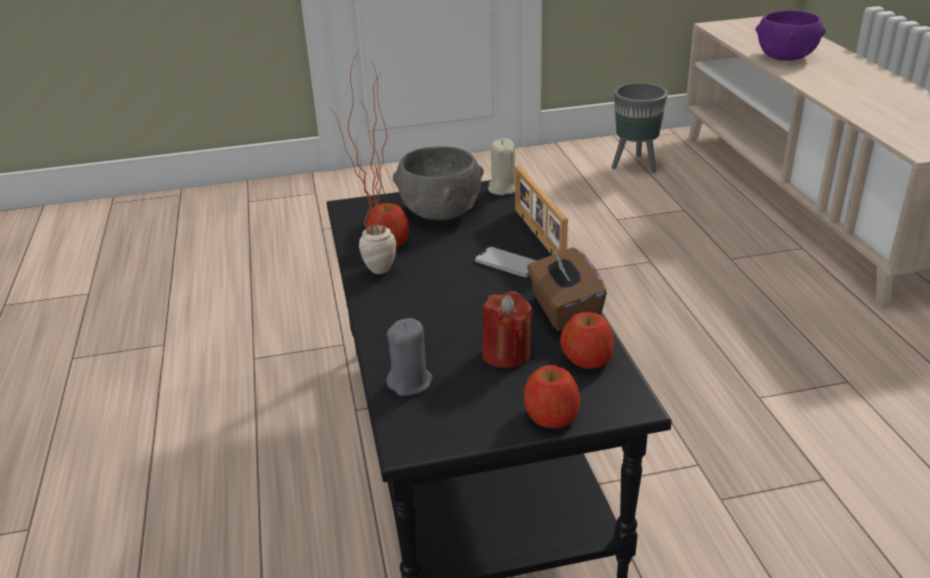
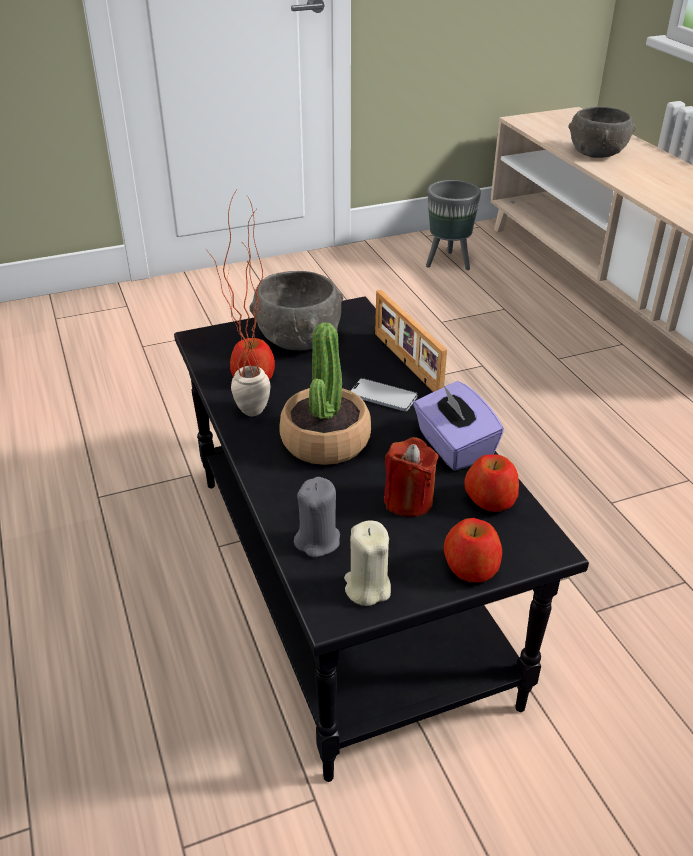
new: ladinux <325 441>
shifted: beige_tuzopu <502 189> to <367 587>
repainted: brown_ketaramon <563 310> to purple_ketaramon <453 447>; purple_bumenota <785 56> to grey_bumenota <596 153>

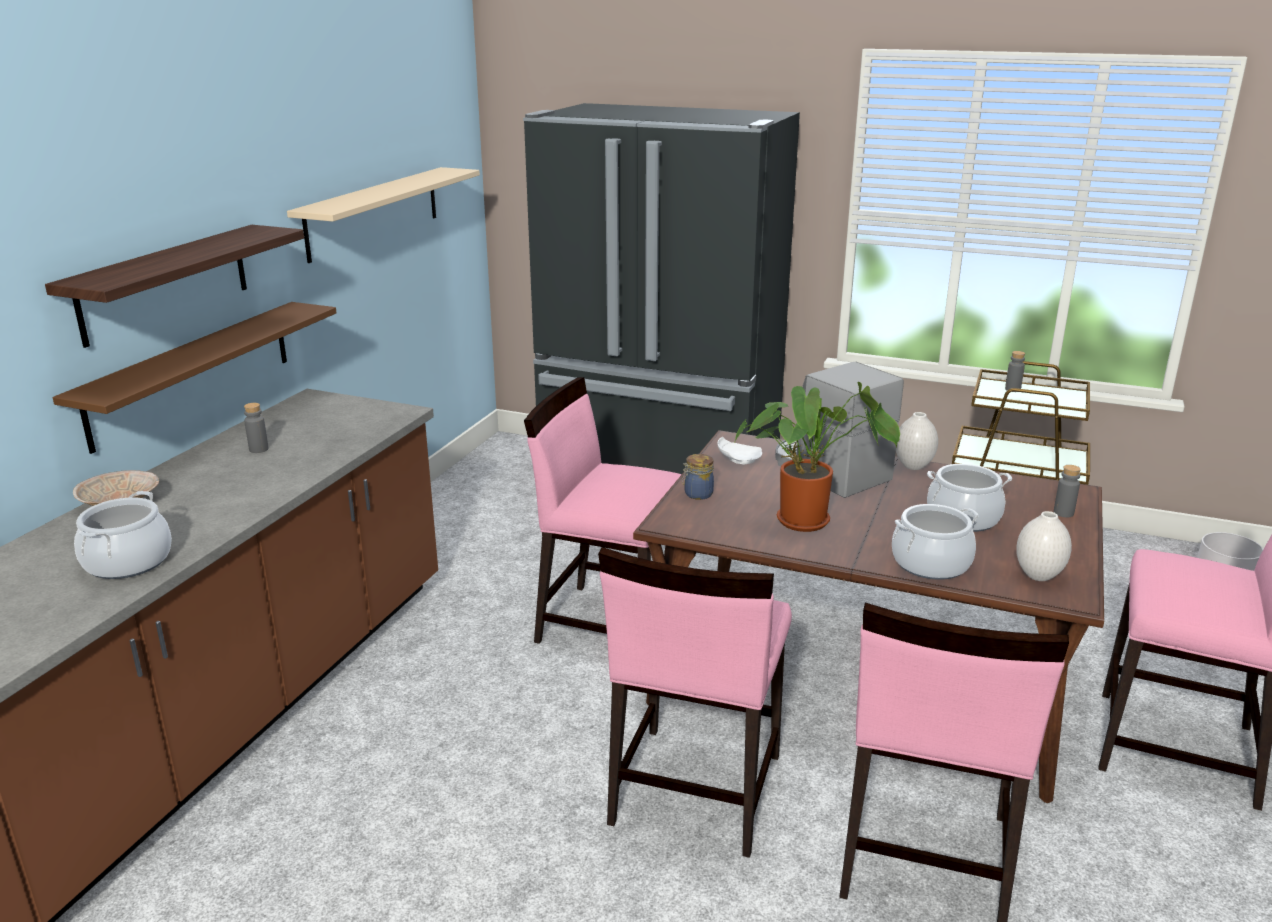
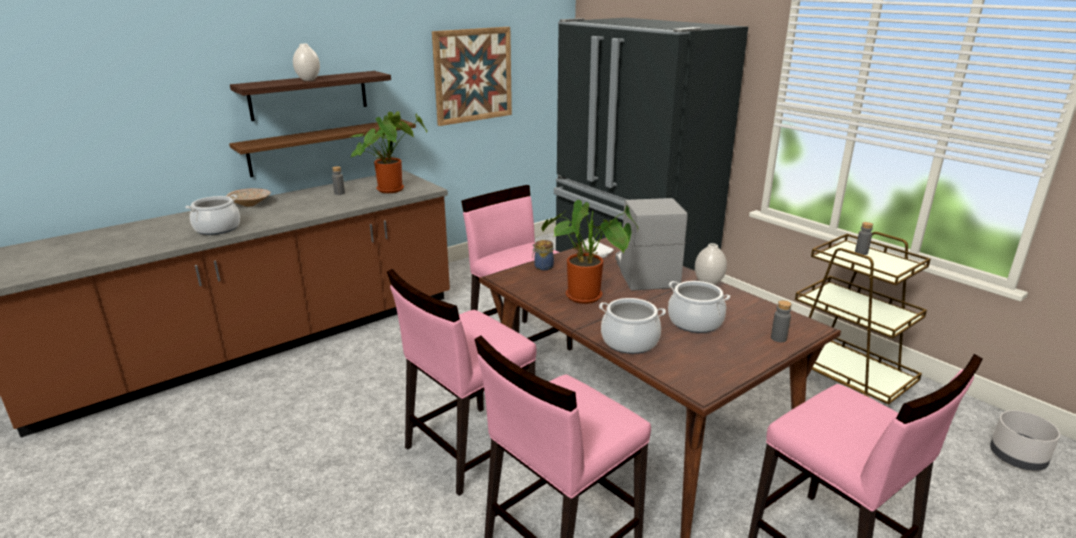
new: ladinux <391 188>
shifted: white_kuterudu <1037 575> to <308 80>
swapped: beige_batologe <374 212> to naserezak <473 75>

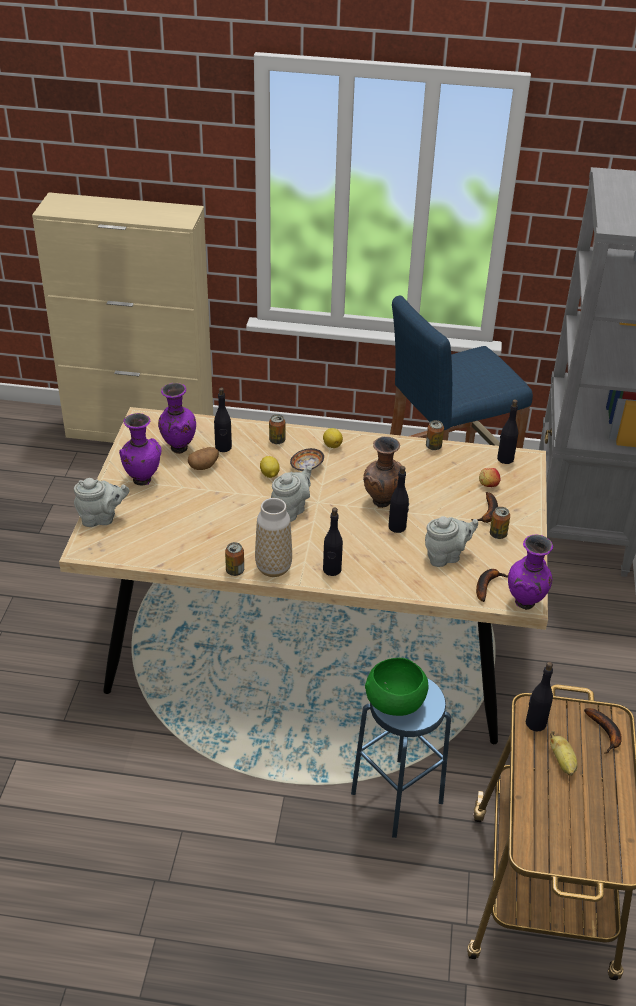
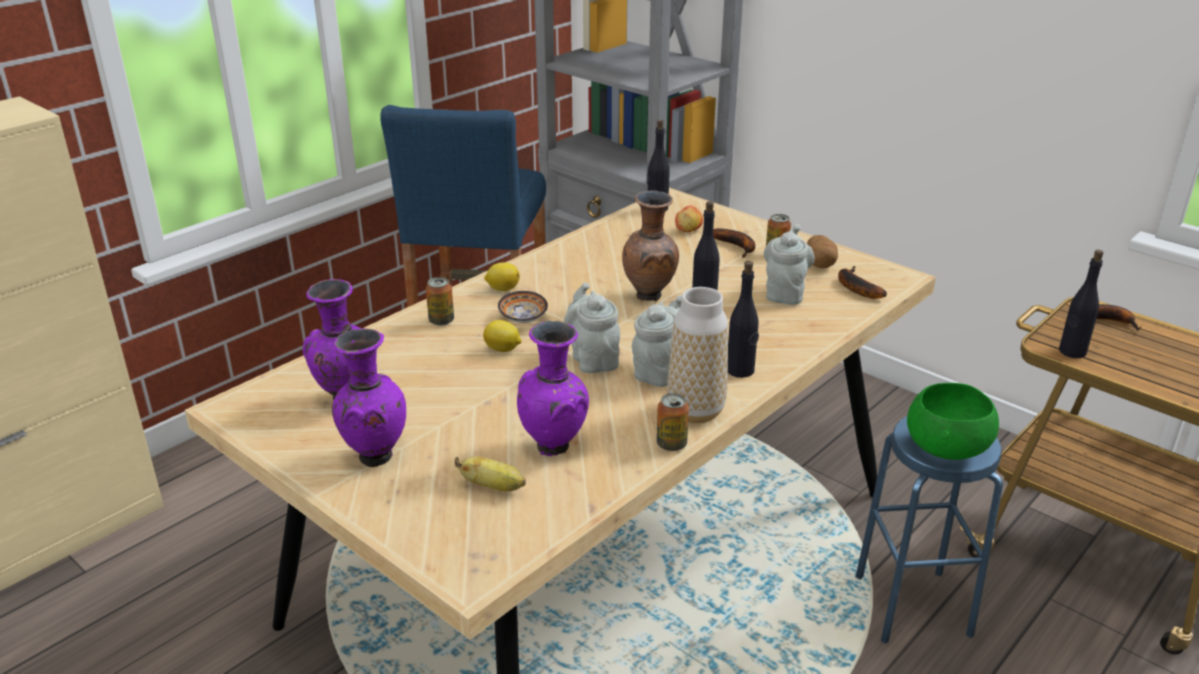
gone: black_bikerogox <223 447>; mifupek <433 446>
shifted: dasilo <562 762> to <494 487>; purple_kuterudu <525 604> to <555 448>; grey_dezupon <101 518> to <659 371>; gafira <204 466> to <819 264>

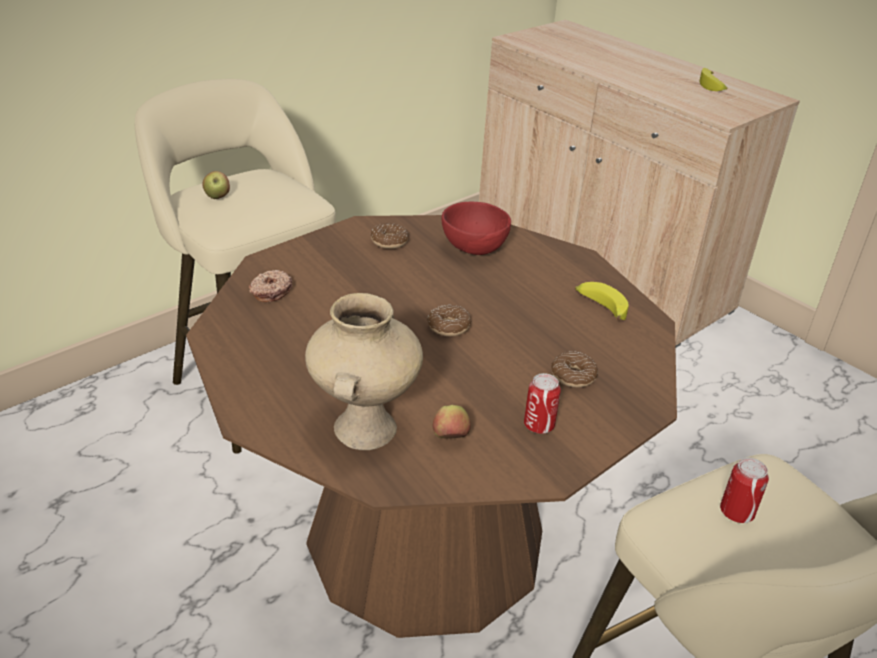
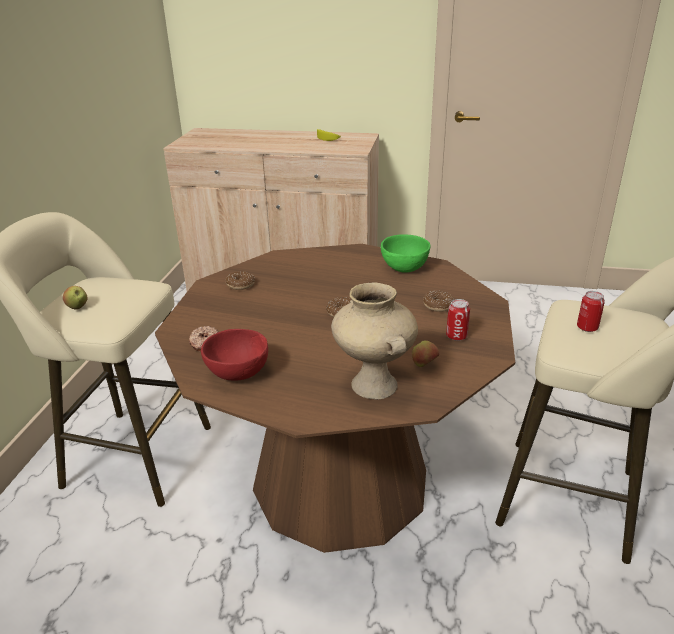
shifted: red_bumenota <474 249> to <238 374>
swapped: dasilo <600 307> to green_bumenota <403 268>

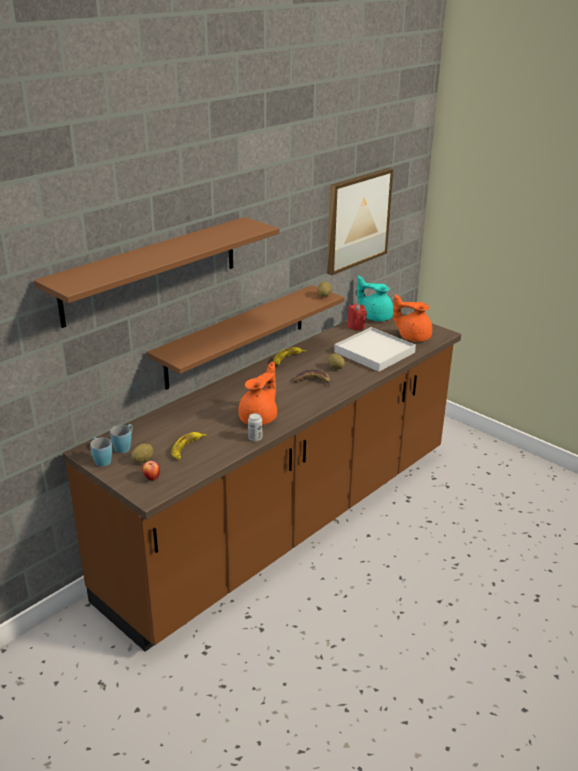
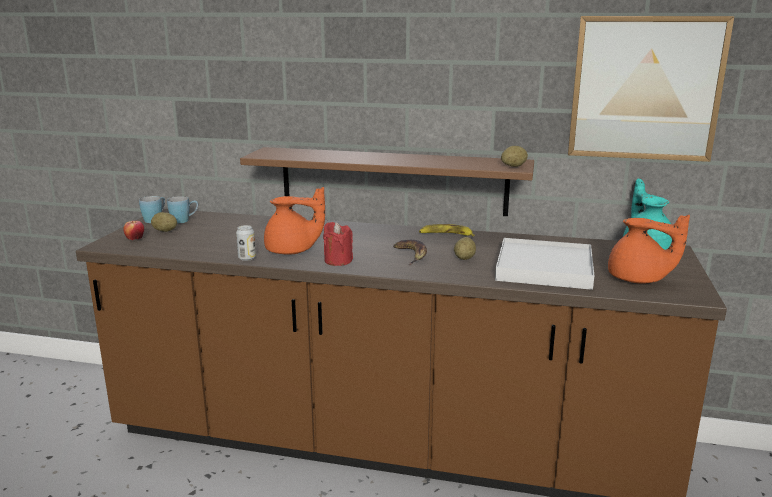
gone: brown_batologe <152 270>; dasilo <187 448>
shifted: red_tuzopu <356 326> to <338 261>
rotated: orange_dezupon <413 337> = <638 279> 135 degrees clockwise

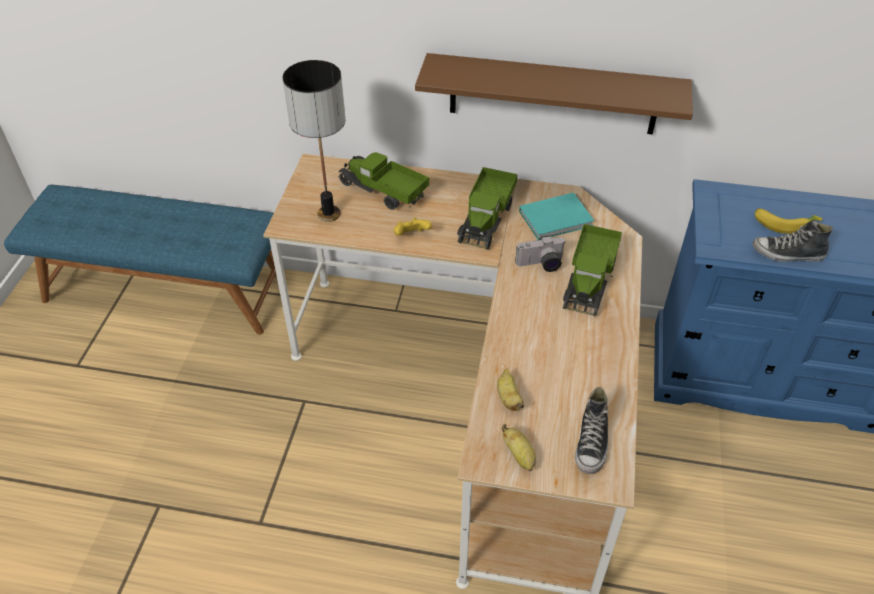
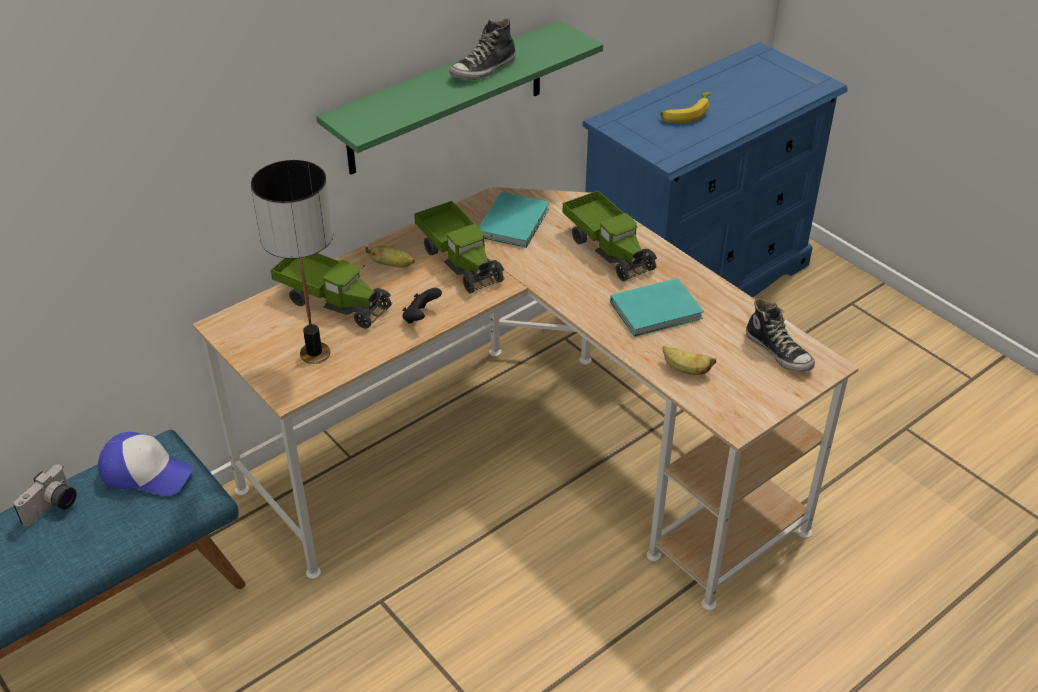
new: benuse <146 472>; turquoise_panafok <658 310>
shifted: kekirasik <541 265> to <53 508>; dasilo <519 455> to <392 265>; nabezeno <787 254> to <483 70>
repainted: brown_batologe <553 94> to green_batologe <446 98>; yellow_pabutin <411 236> to black_pabutin <421 317>
rotated: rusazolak <383 191> = <334 301> 135 degrees counterclockwise

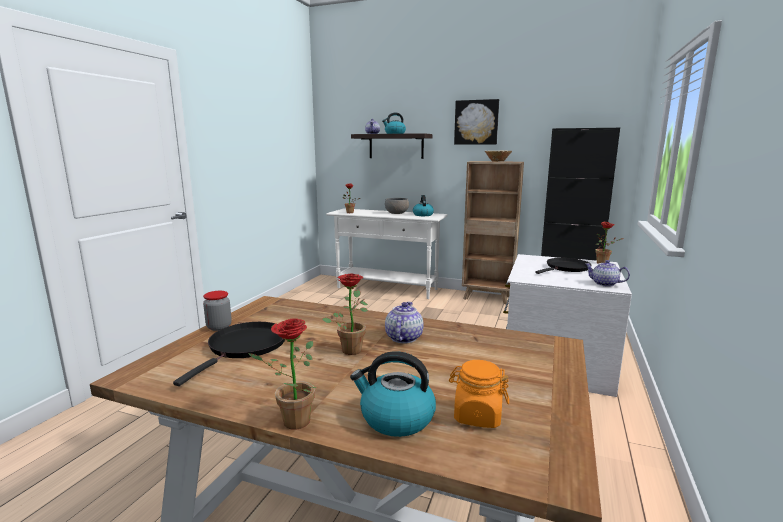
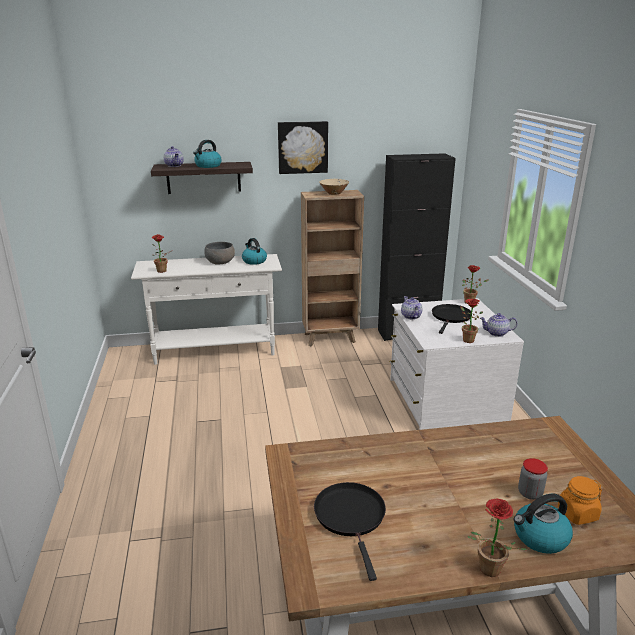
shifted: dezupon <403 338> to <410 316>; ladinux <351 348> to <466 339>; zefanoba <219 327> to <530 493>

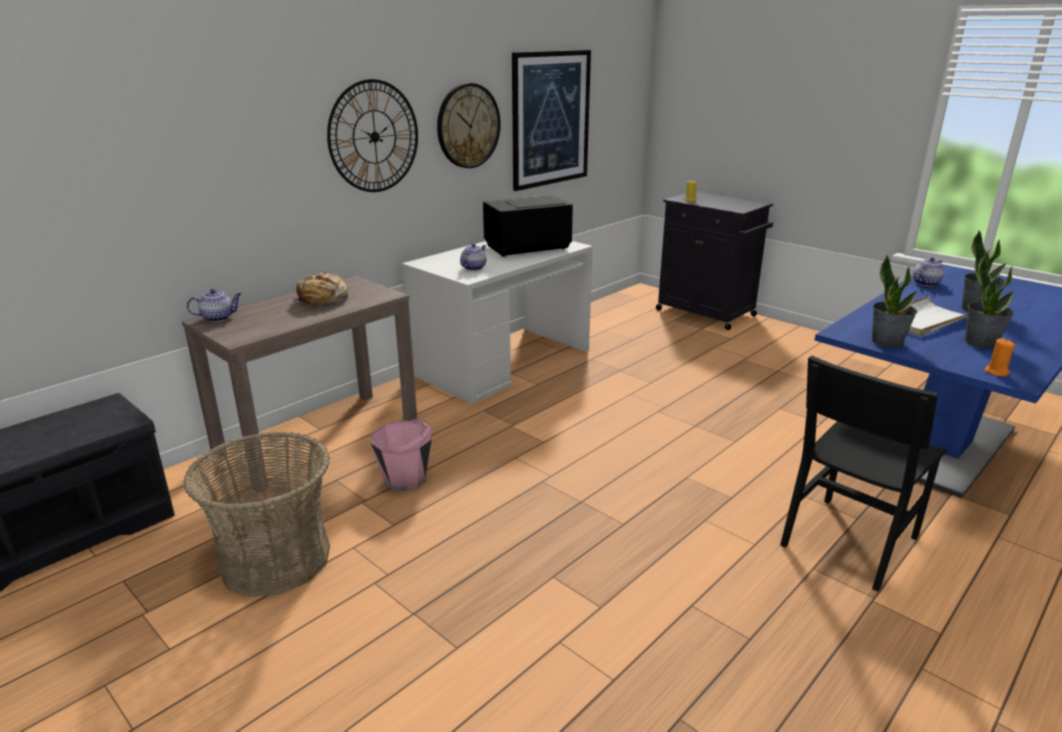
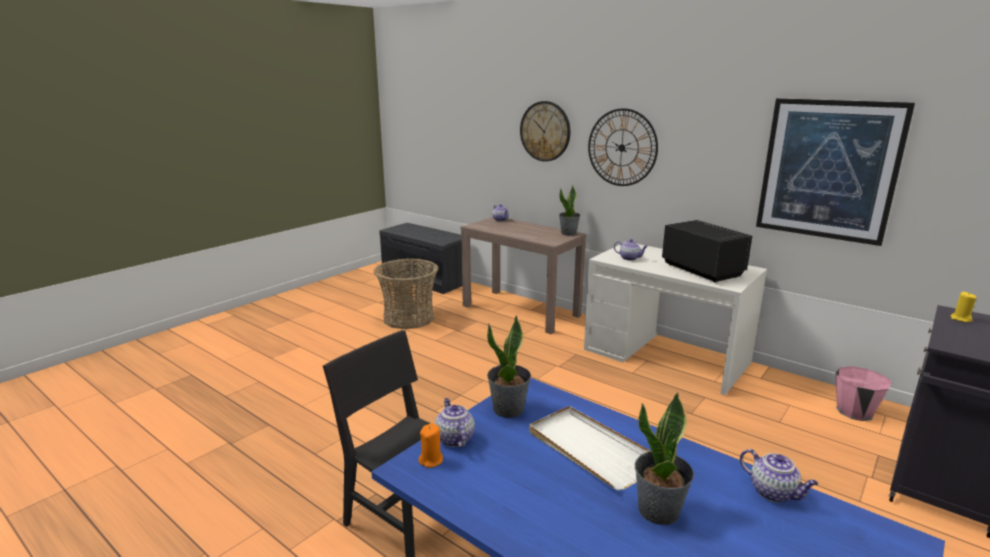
gone: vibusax <323 300>
new: dezupon <454 438>
shifted: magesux <468 126> to <545 131>; ladinux <981 342> to <569 233>; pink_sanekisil <405 479> to <854 412>

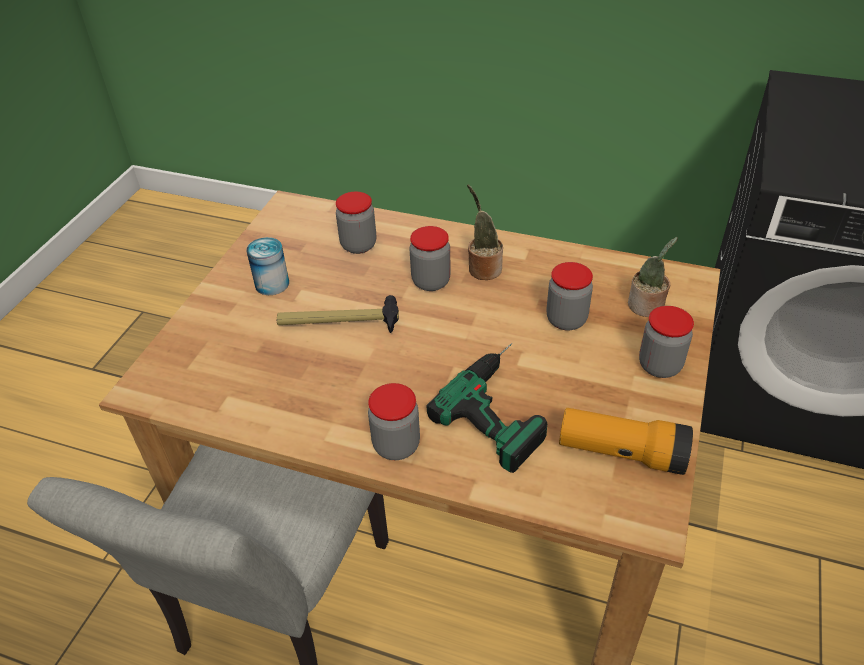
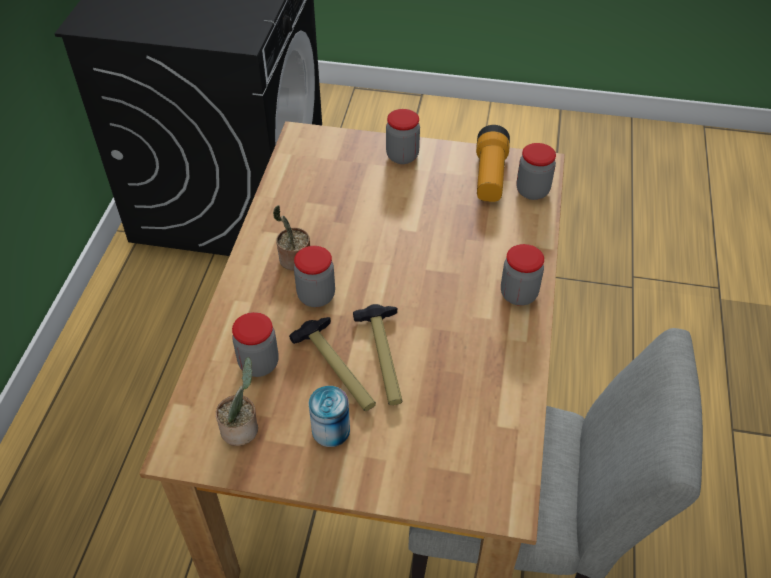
gone: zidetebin <505 406>
new: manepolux <338 369>
shifted: ladinux <647 307> to <242 428>; zefanoba <566 320> to <532 191>

